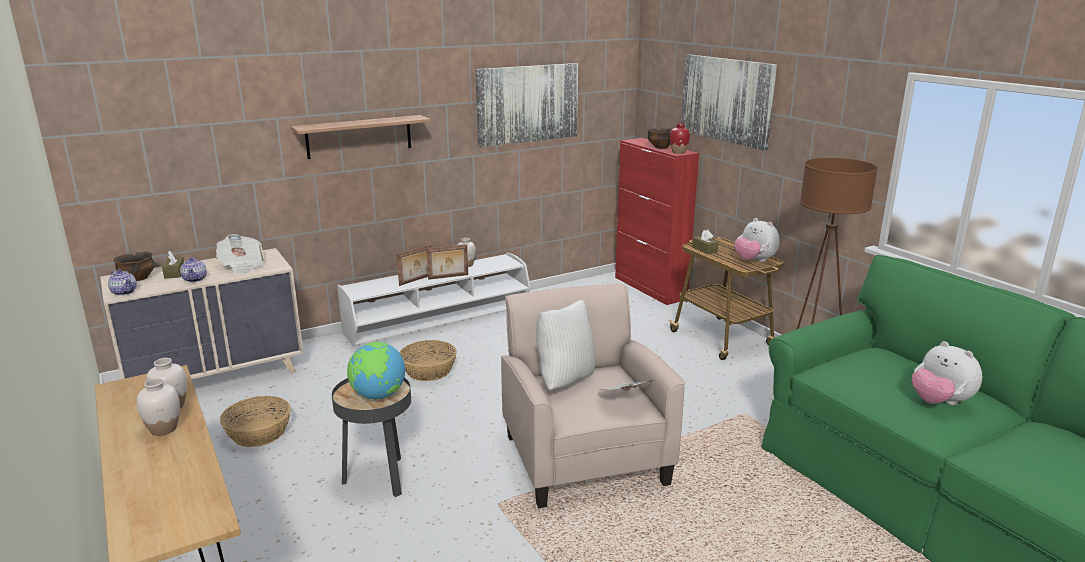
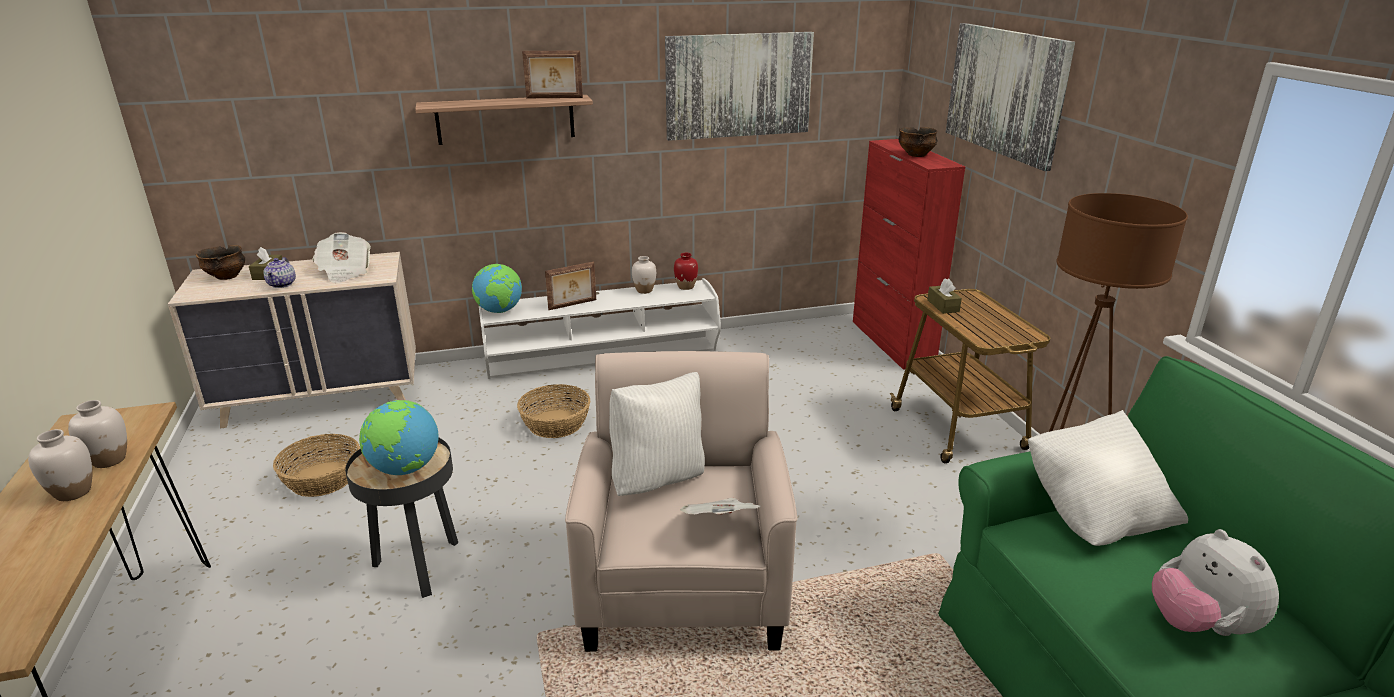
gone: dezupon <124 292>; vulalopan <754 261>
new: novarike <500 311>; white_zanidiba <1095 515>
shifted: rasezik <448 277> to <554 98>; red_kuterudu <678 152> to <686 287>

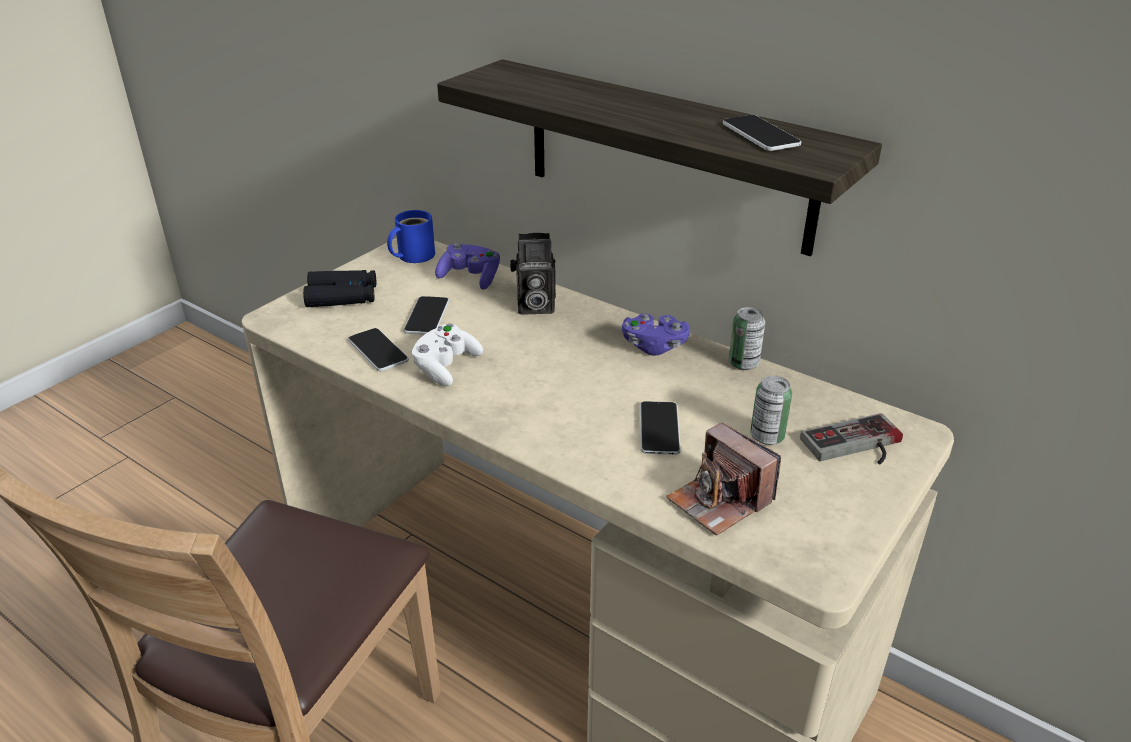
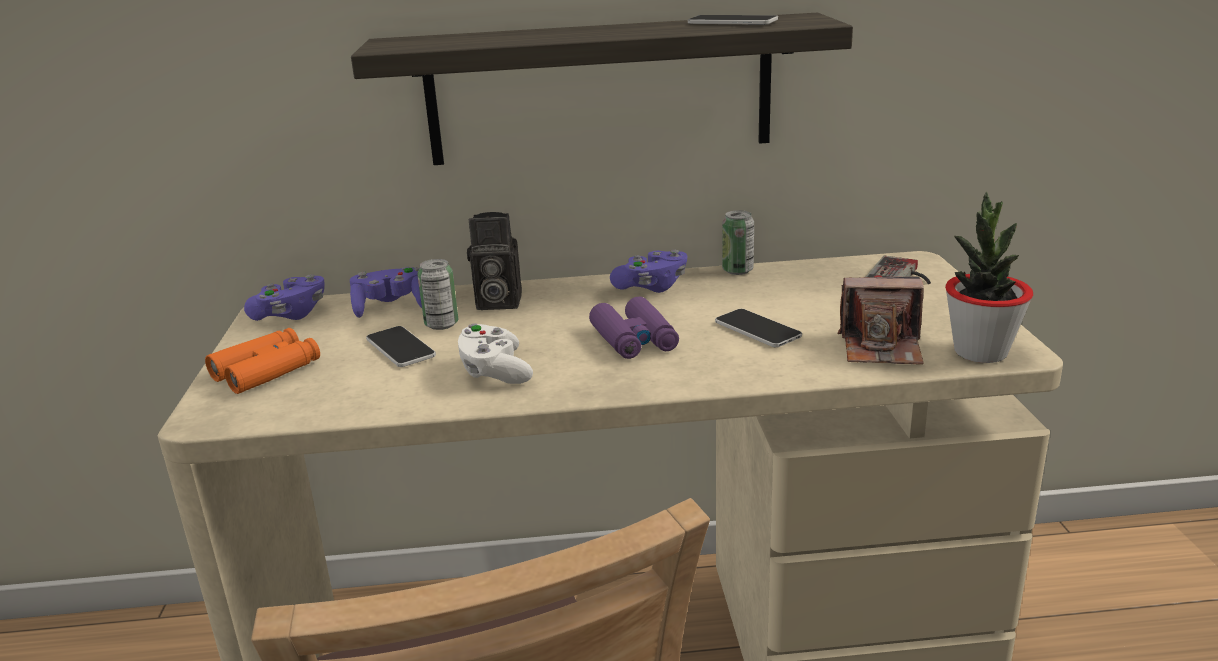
gone: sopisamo <378 351>
new: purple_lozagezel <634 340>; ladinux <980 352>
shifted: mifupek <767 436> to <441 324>
swapped: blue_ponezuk <412 255> to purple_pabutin <291 314>
repainted: black_lozagezel <342 296> to orange_lozagezel <267 370>
rotated: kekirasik <533 306> = <496 303> 45 degrees clockwise

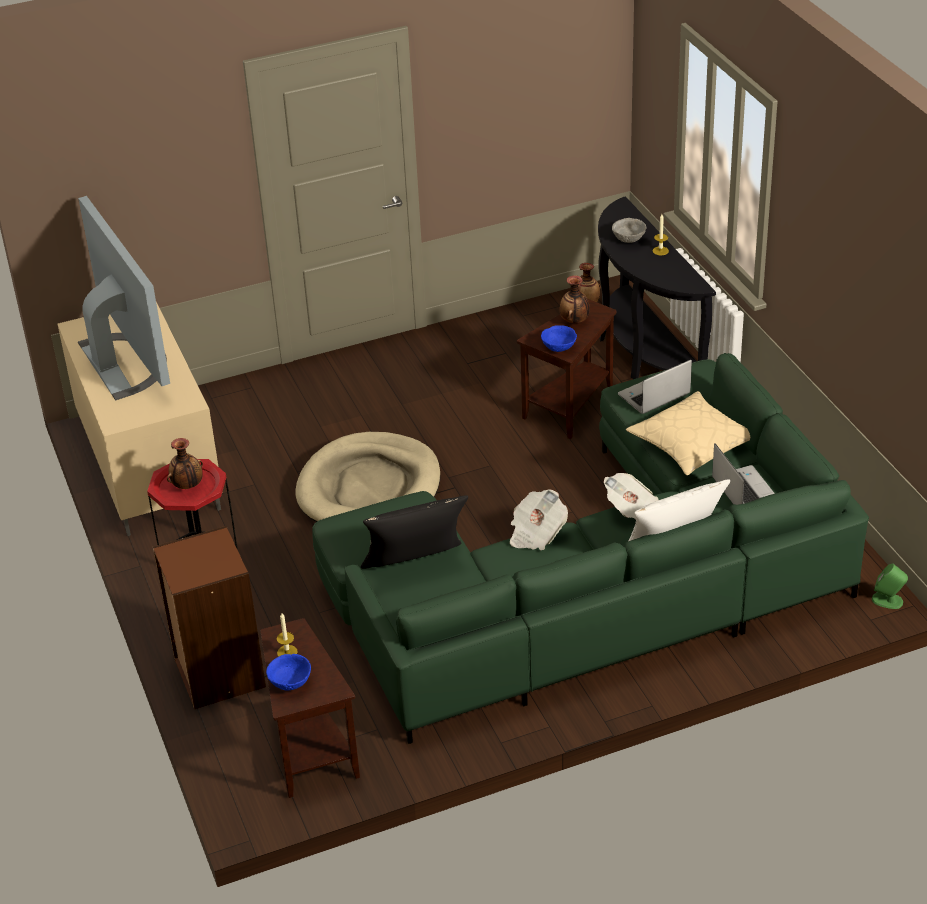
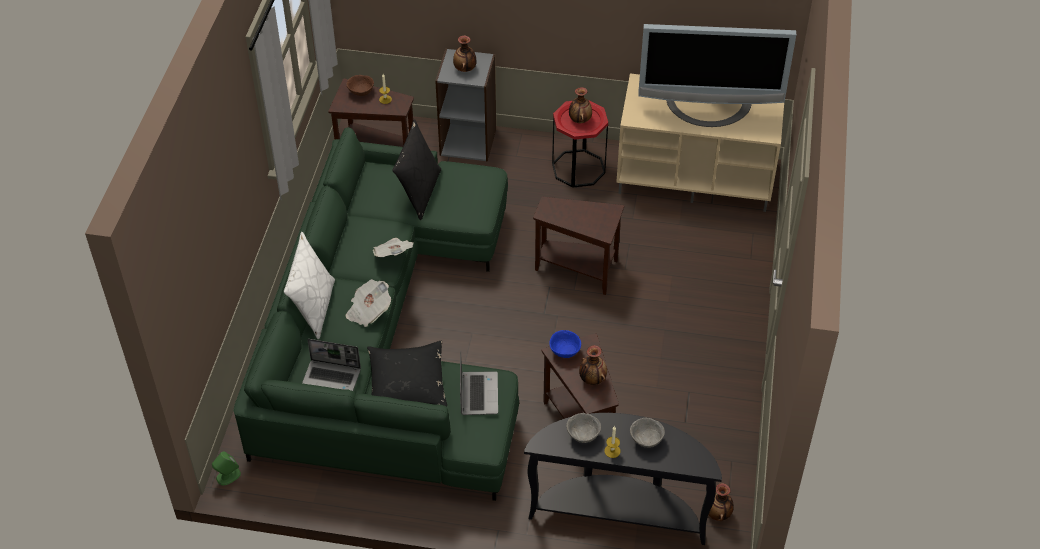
new: kuterudu <465 69>; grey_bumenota <582 435>
swapped: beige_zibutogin <369 489> to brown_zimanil <579 270>
repainted: blue_bumenota <291 683> to brown_bumenota <361 92>; beige_zanidiba <692 443> to black_zanidiba <407 383>; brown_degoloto <218 673> to grey_degoloto <468 141>

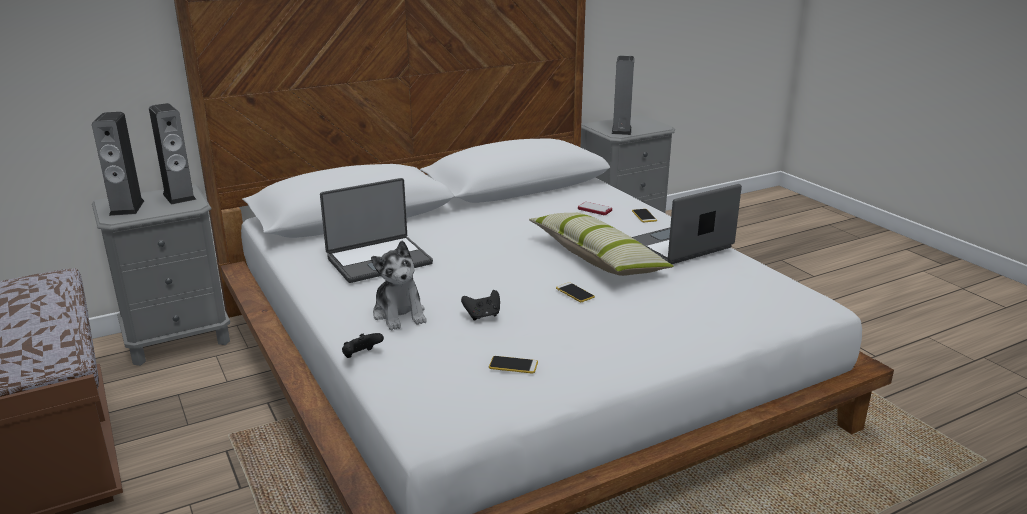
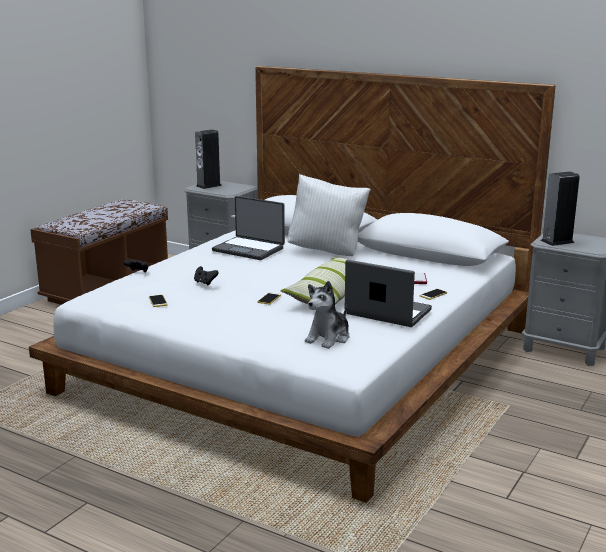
gone: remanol <179 196>
new: white_zanidiba <327 251>
shifted: vulalopan <400 314> to <328 338>

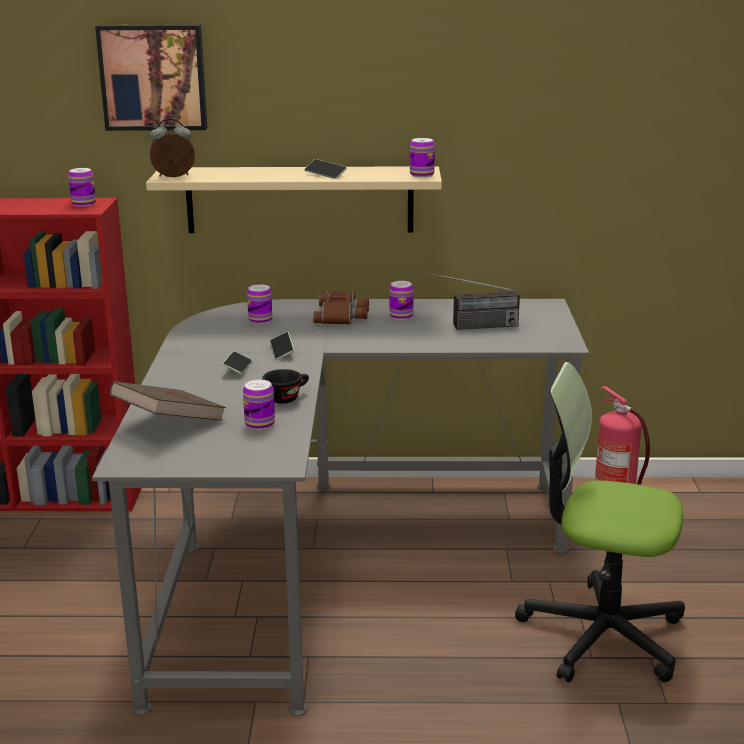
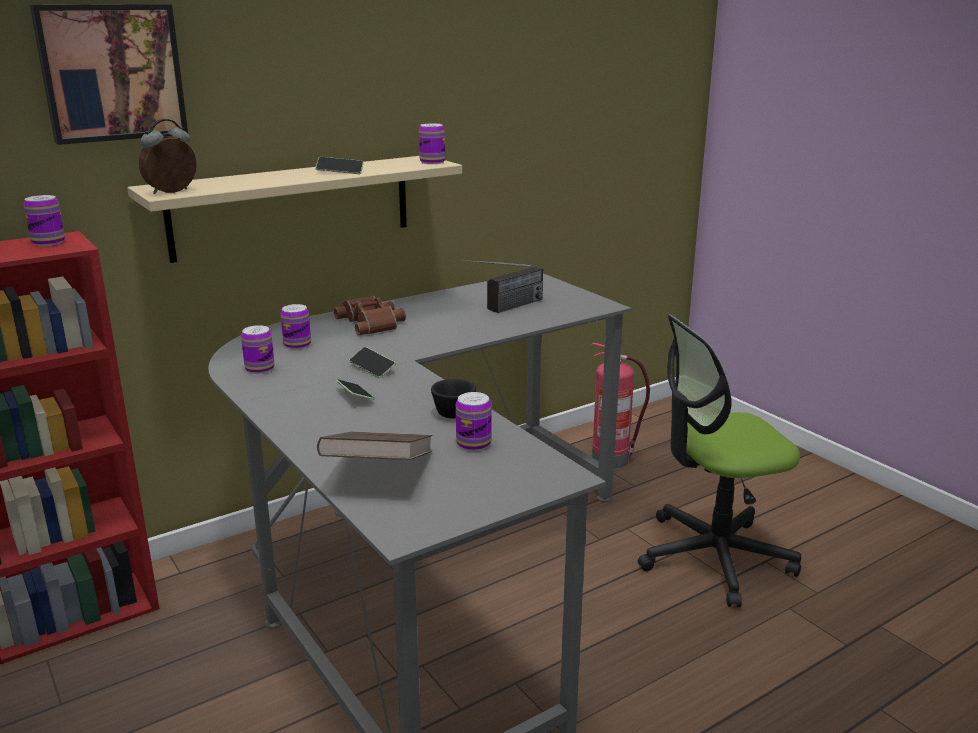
shifted: mifupek <401 316> to <260 368>

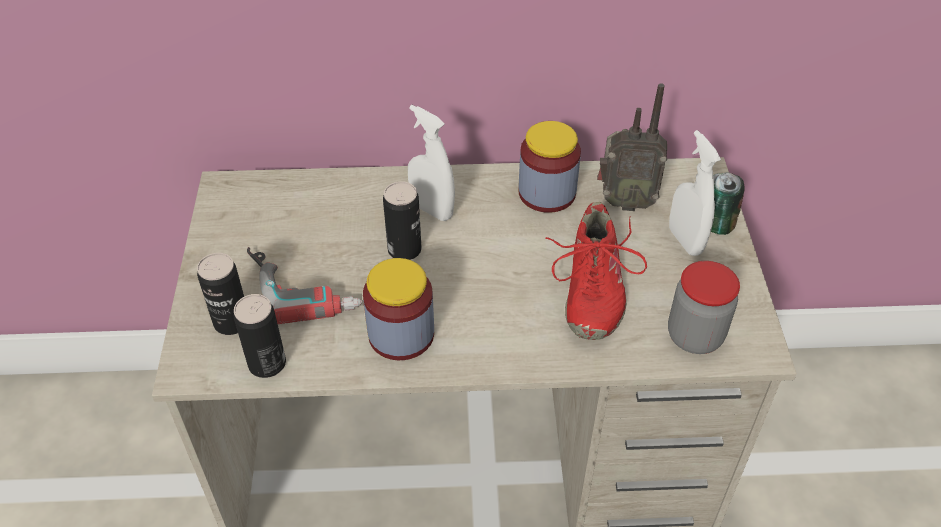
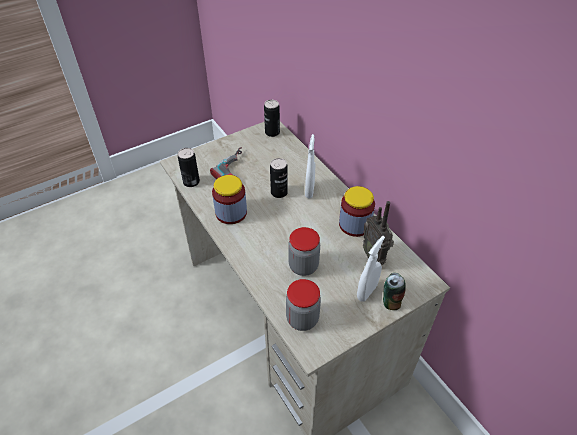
shifted: mifupek <232 322> to <272 132>
swapped: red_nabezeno <591 289> to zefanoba <303 266>

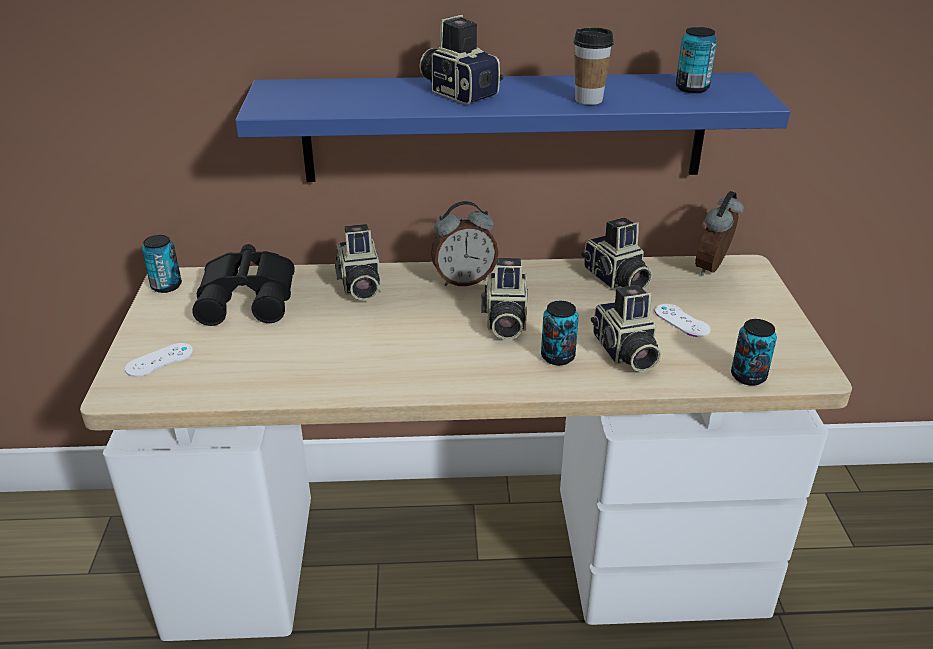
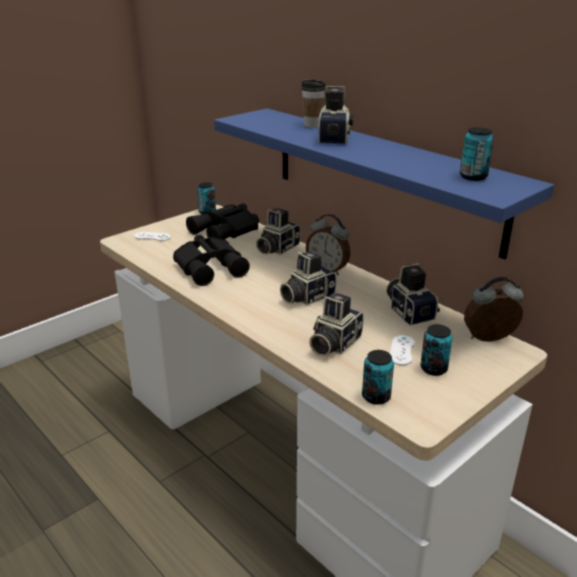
new: black_lozagezel <211 267>
shifted: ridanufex <588 100> to <312 125>; mifupek <557 357> to <433 369>
rotated: kekirasik <615 279> = <409 311> 135 degrees clockwise

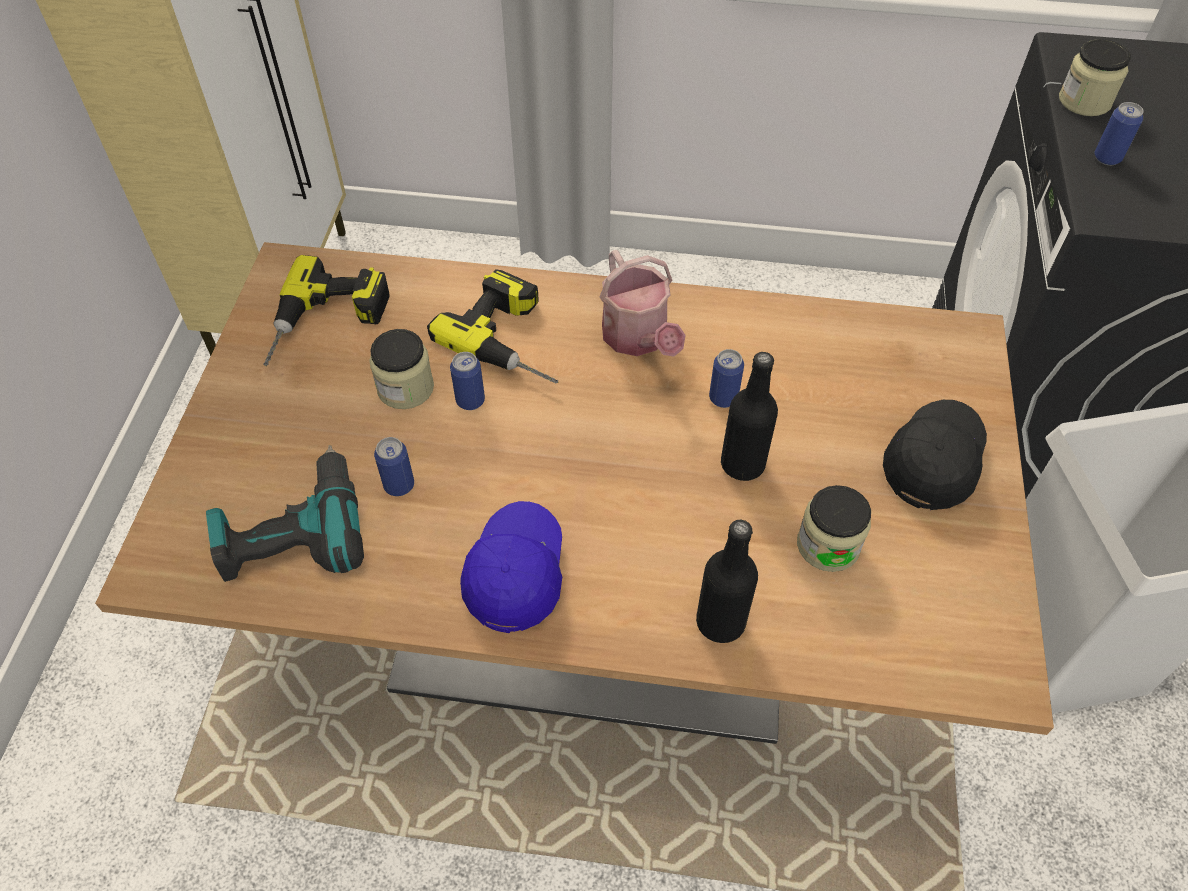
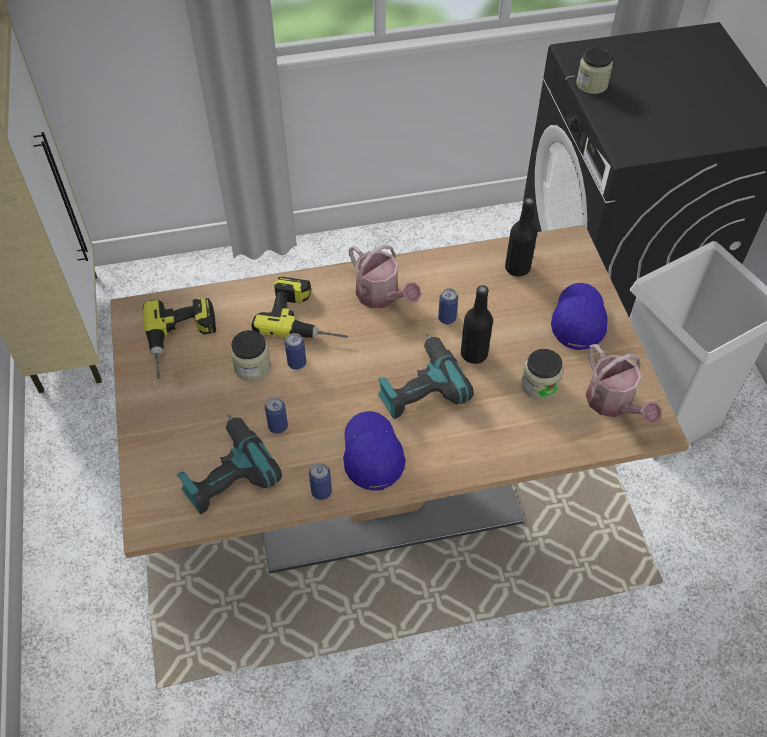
new: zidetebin <419 386>; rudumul <613 404>
shifted: mifupek <1107 158> to <321 492>; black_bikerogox <720 622> to <517 268>
repainted: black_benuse <933 462> to blue_benuse <578 322>

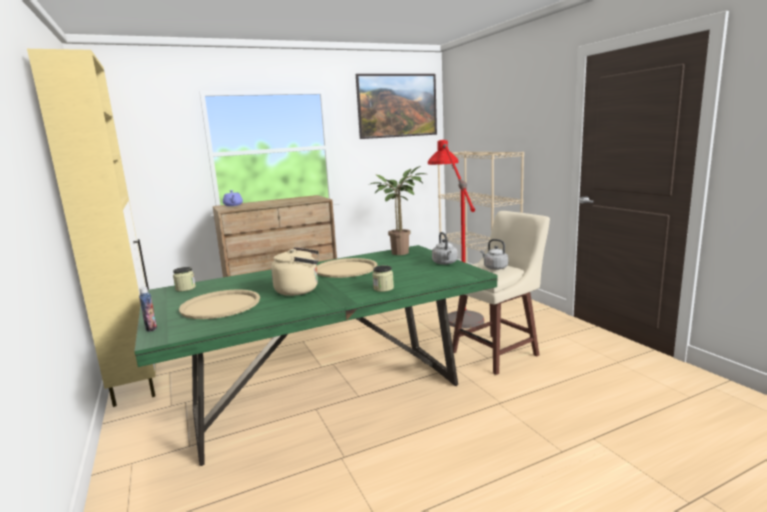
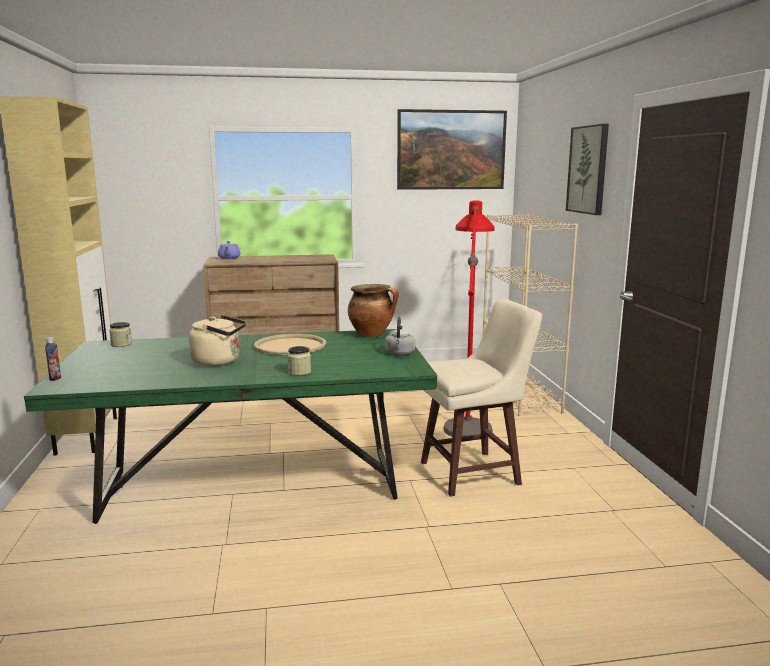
gone: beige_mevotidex <220 305>; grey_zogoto <494 267>
new: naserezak <588 170>
swapped: ladinux <402 252> to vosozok <372 334>

